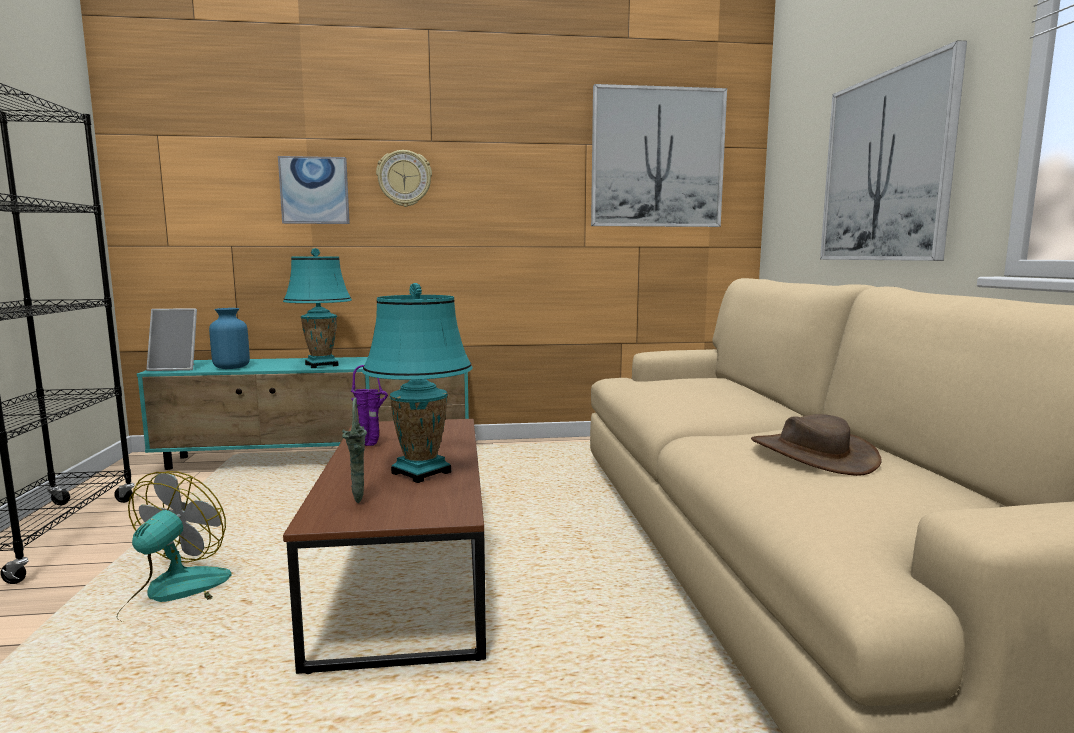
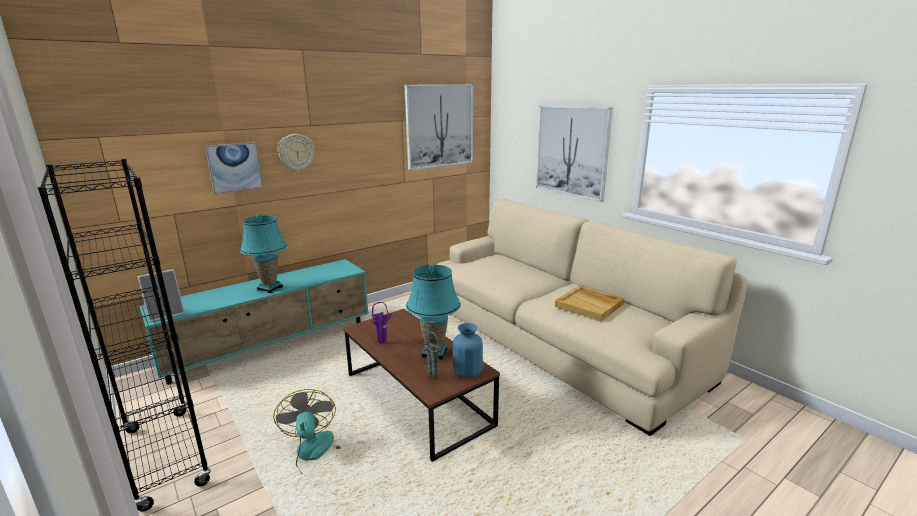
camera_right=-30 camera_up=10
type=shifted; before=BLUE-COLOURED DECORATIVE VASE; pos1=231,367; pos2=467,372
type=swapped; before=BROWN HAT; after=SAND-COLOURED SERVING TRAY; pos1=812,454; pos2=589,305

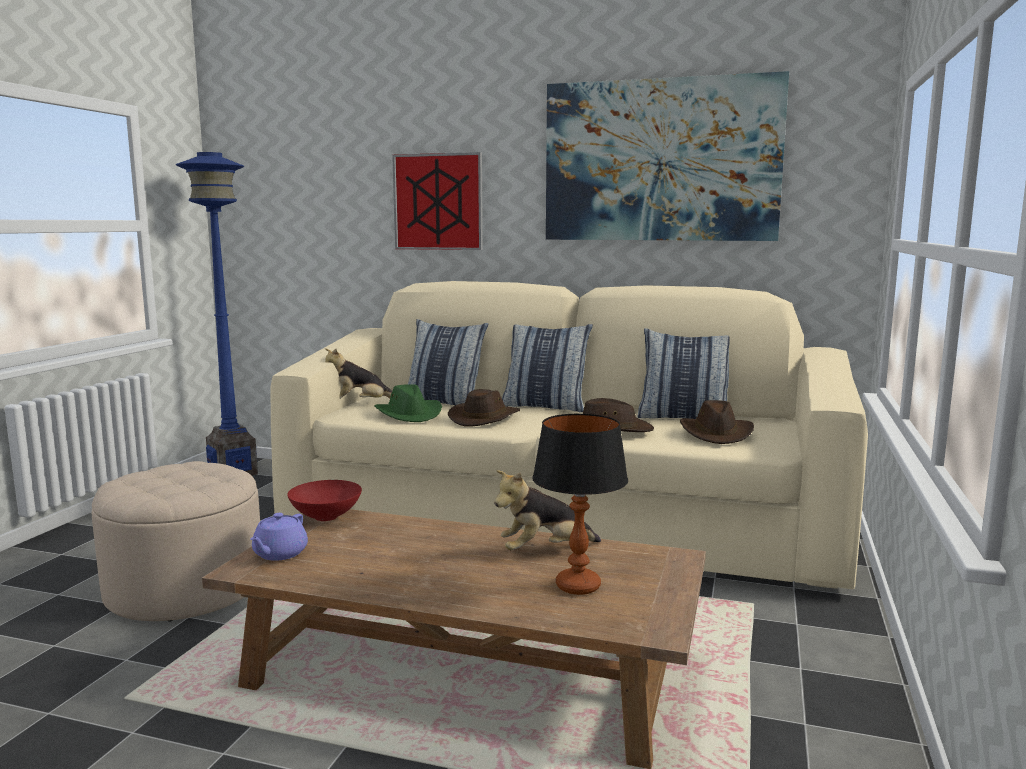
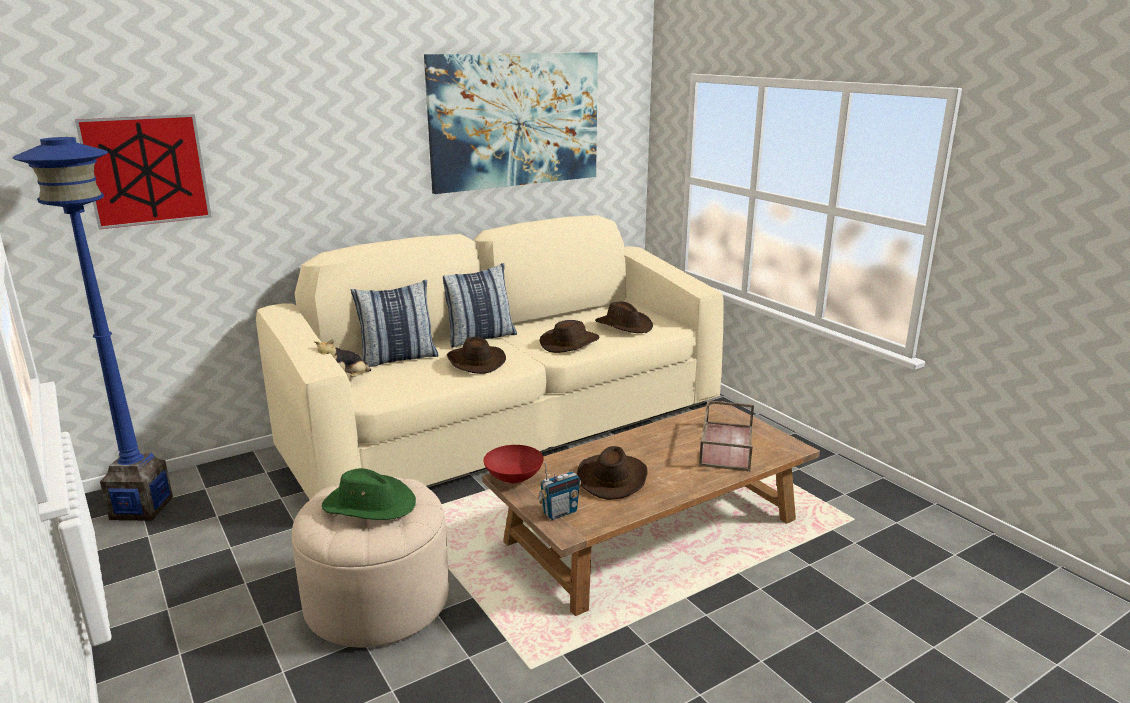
camera_right=-50 camera_up=10
type=swapped; before=PURPLISH TEAPOT; after=RADIO; pos1=279,554; pos2=560,512
type=shifted; before=GREEN HAT; pos1=409,414; pos2=369,504
type=shifted; before=PICTURE; pos1=438,202; pos2=146,170
type=gone; before=SOFT TOY; pos1=544,551
type=swapped; before=TABLETOP LAMP; after=BROWN SERVING TRAY; pos1=578,586; pos2=725,445
type=gone; before=PILLOW; pos1=684,417
type=new; after=BROWN HAT; pos2=612,478

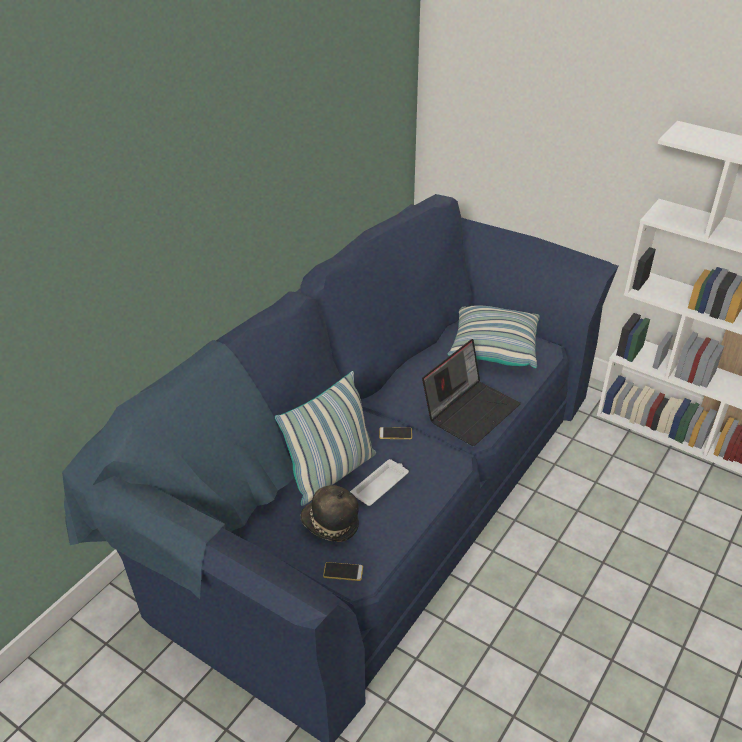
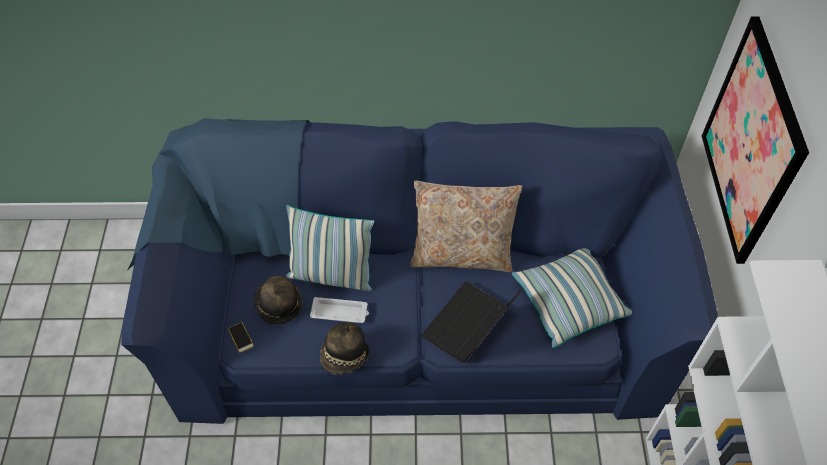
camera_right=55 camera_up=15
type=gone; before=HANDSET; pos1=395,433
type=rotated; before=LAPTOP; pos1=470,410; pos2=469,327; turn=120
type=new; after=HAT; pos2=345,356
type=new; after=SAND-COLOURED PILLOW; pos2=462,254
type=new; after=PICTURE; pos2=751,143

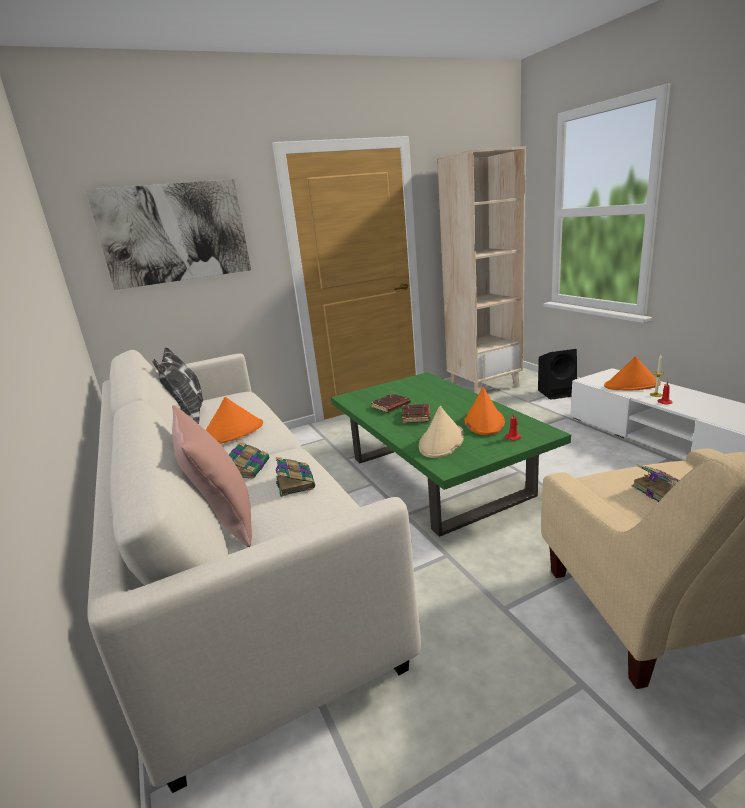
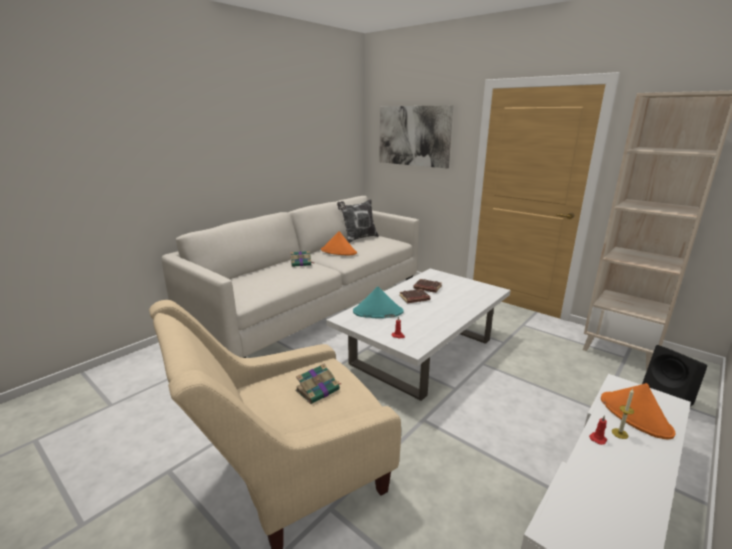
camera_right=65 camera_up=0
type=gone; before=PINK-COLOURED PILLOW; pos1=223,520
type=gone; before=BOUND BOOK; pos1=295,482
type=repainted; before=GREEN COFFEE TABLE; after=WHITE COFFEE TABLE; pos1=435,475; pos2=422,350
type=repainted; before=SAND-COLOURED HAT; after=TURQUOISE HAT; pos1=441,442; pos2=377,312
type=gone; before=ORANGEY HAT; pos1=484,422

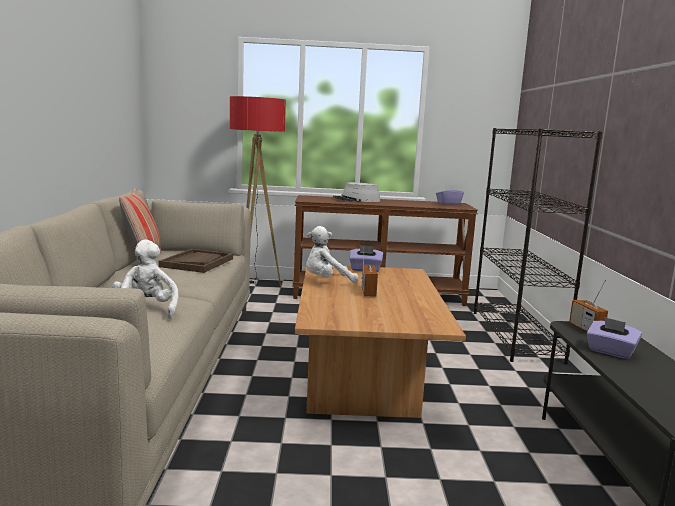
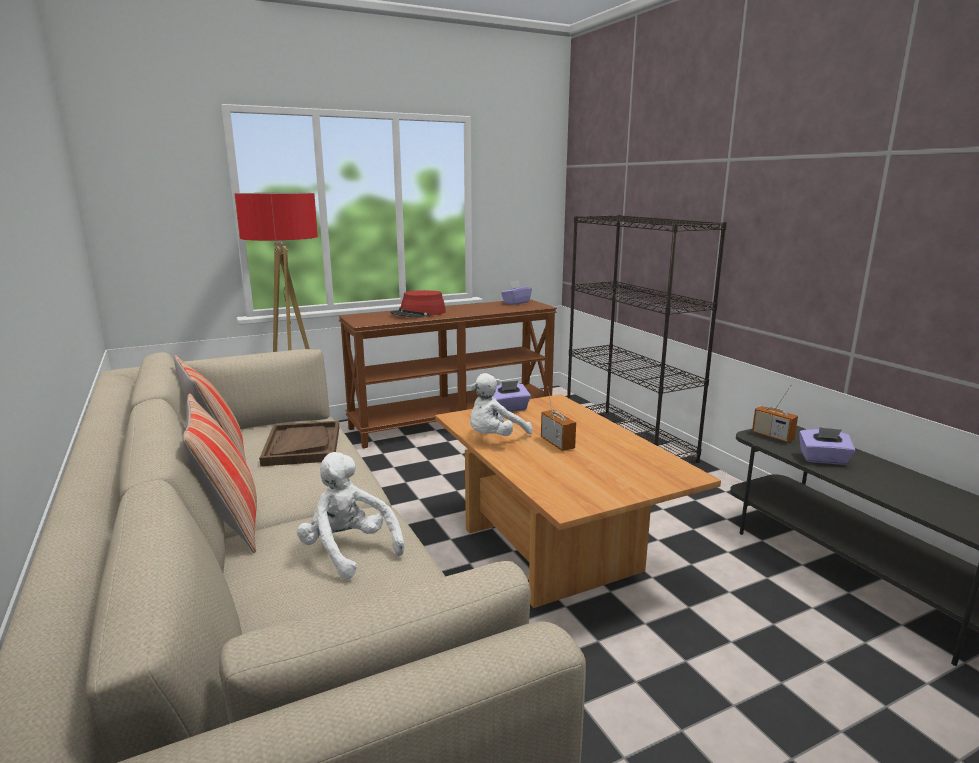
camera_right=-25 camera_up=5
type=repainted; before=GREYISH HAT; after=RED-COLOURED HAT; pos1=356,200; pos2=418,313
type=new; after=PILLOW; pos2=230,524

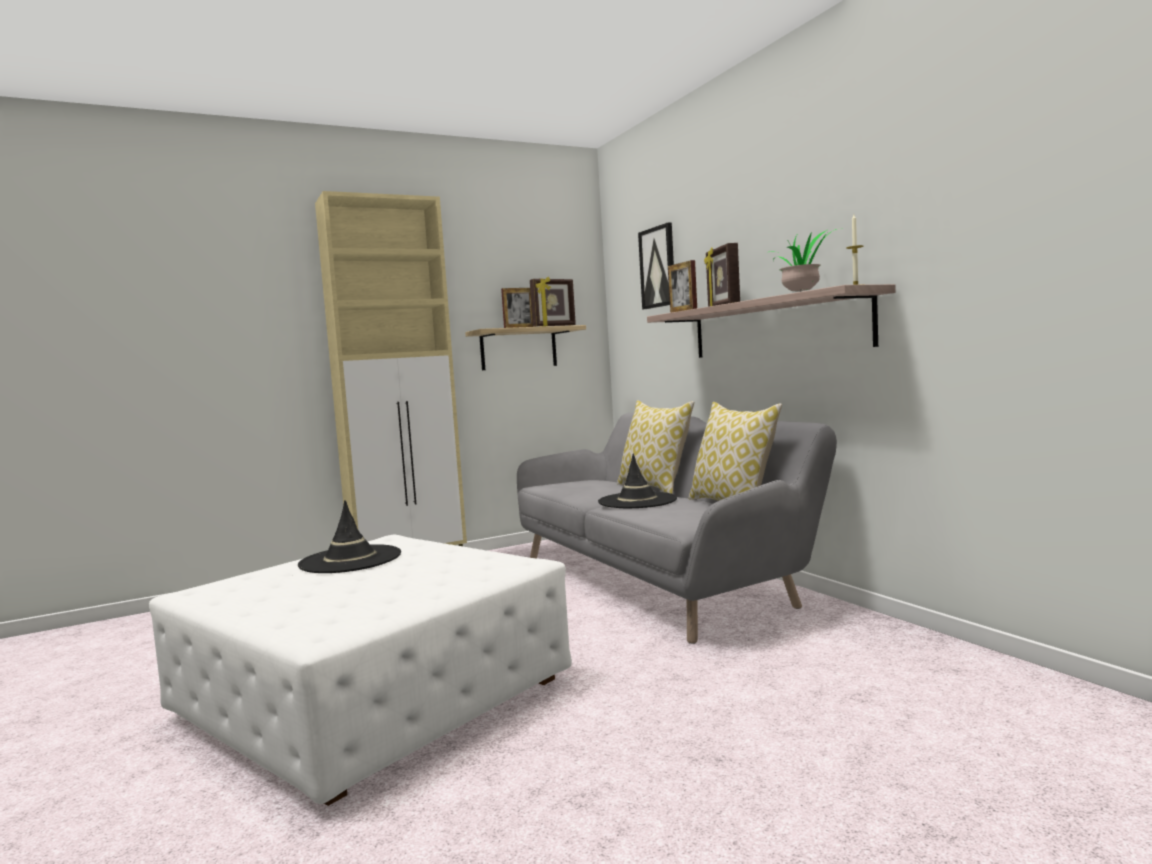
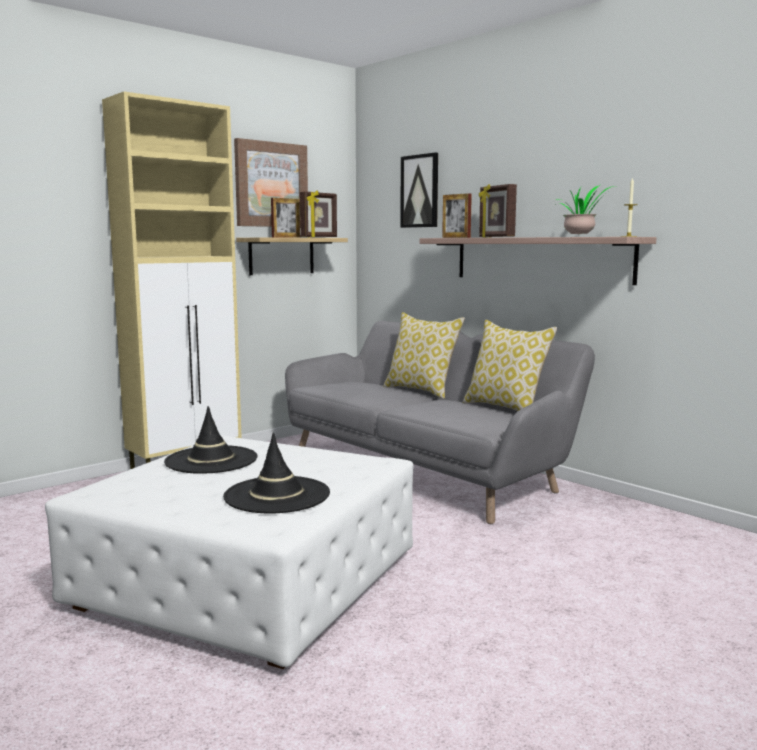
camera_right=-15 camera_up=5
type=shifted; before=BLACK-COLOURED HAT; pos1=637,501; pos2=277,495
type=new; after=PICTURE; pos2=271,185

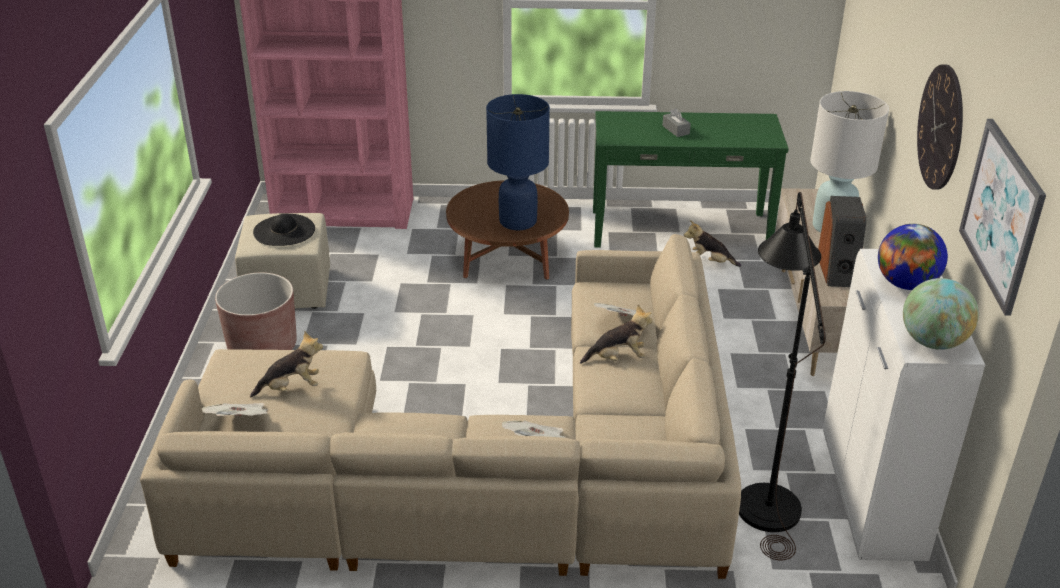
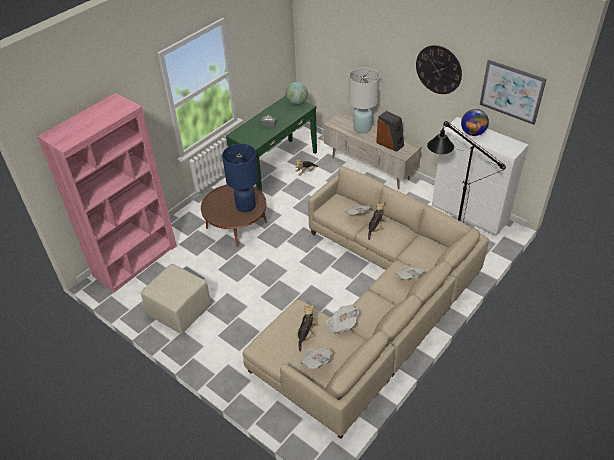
camera_right=-50 camera_up=10
type=gone; before=BROWN PLANT POT; pos1=263,348
type=gone; before=BLACK-COLOURED HAT; pos1=284,230
type=shifted; before=DESK GLOBE; pos1=933,342; pos2=297,103
type=new; after=PRINTED PAPER; pos2=341,324

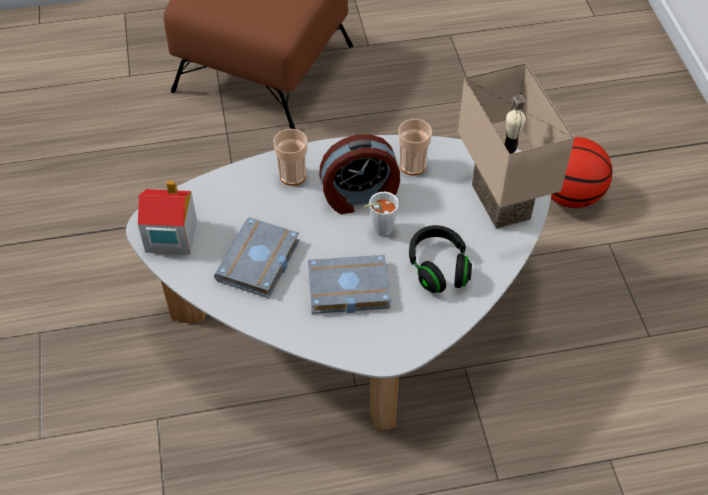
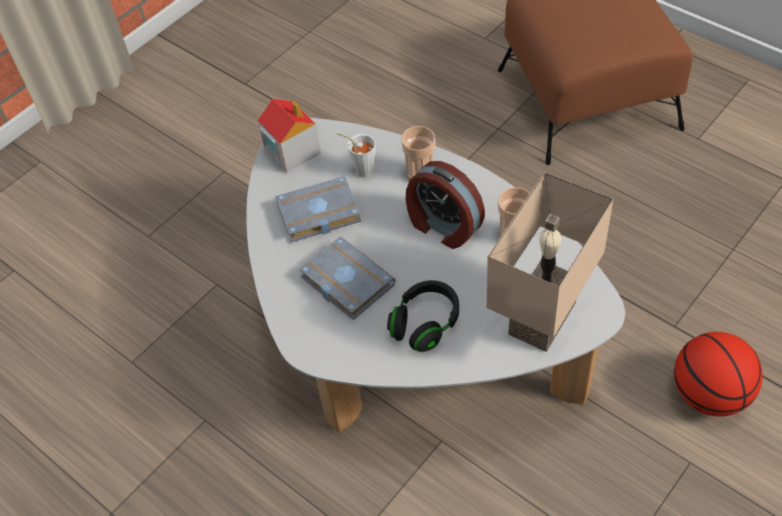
camera_right=55 camera_up=0
type=shifted; before=WHITE CUP; pos1=378,230; pos2=361,169

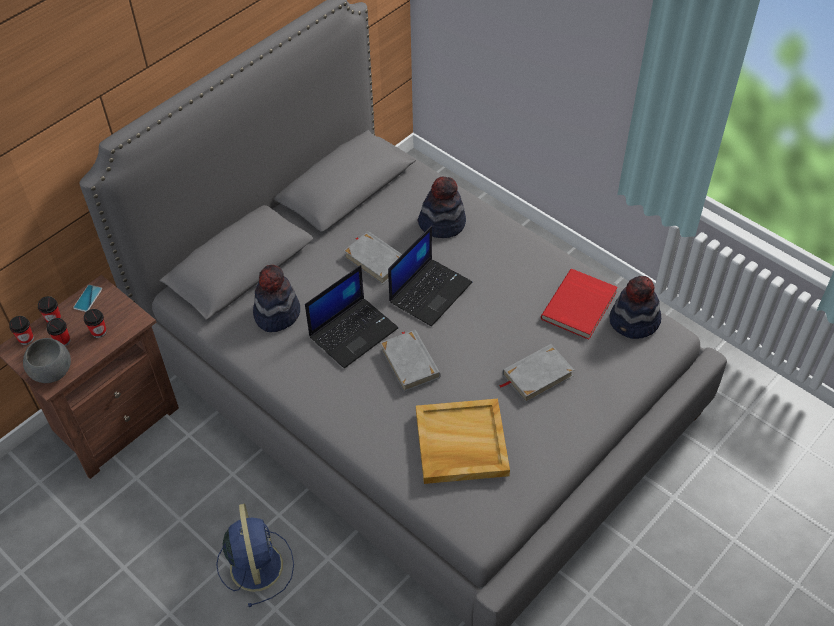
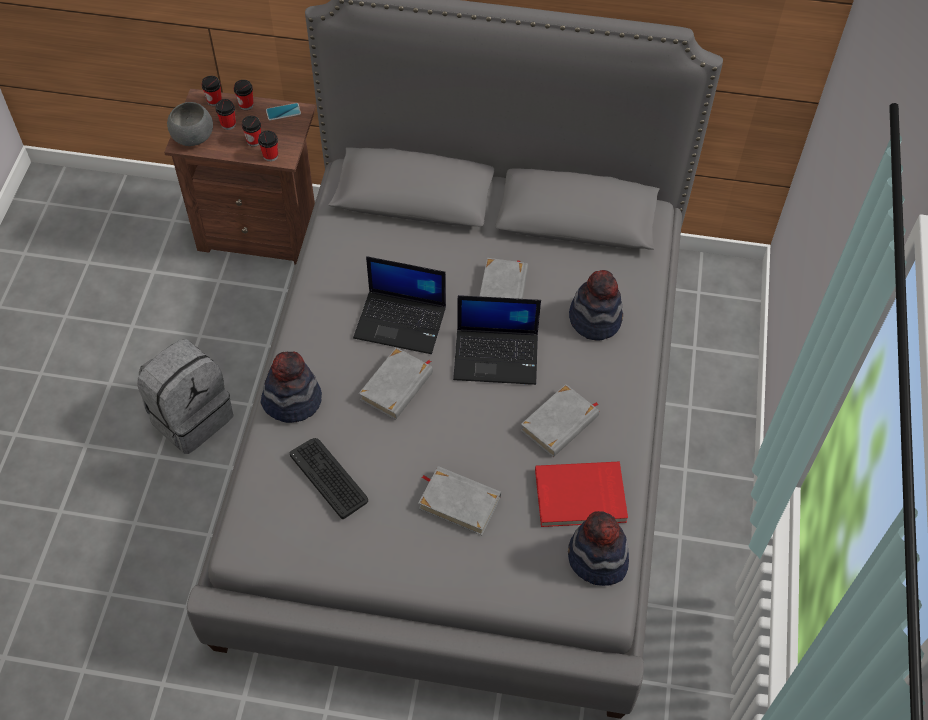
camera_right=55 camera_up=5
type=swapped; before=BLUE-COLOURED COOLING FAN; after=GREYISH KNAPSACK; pos1=256,564; pos2=190,416
type=shifted; before=HAT; pos1=276,313; pos2=292,400
type=swapped; before=SAND-COLOURED SERVING TRAY; after=KEYBOARD; pos1=460,444; pos2=329,477
type=new; after=CUP; pos2=270,156
type=new; after=GREYISH BOUND BOOK; pos2=560,423

